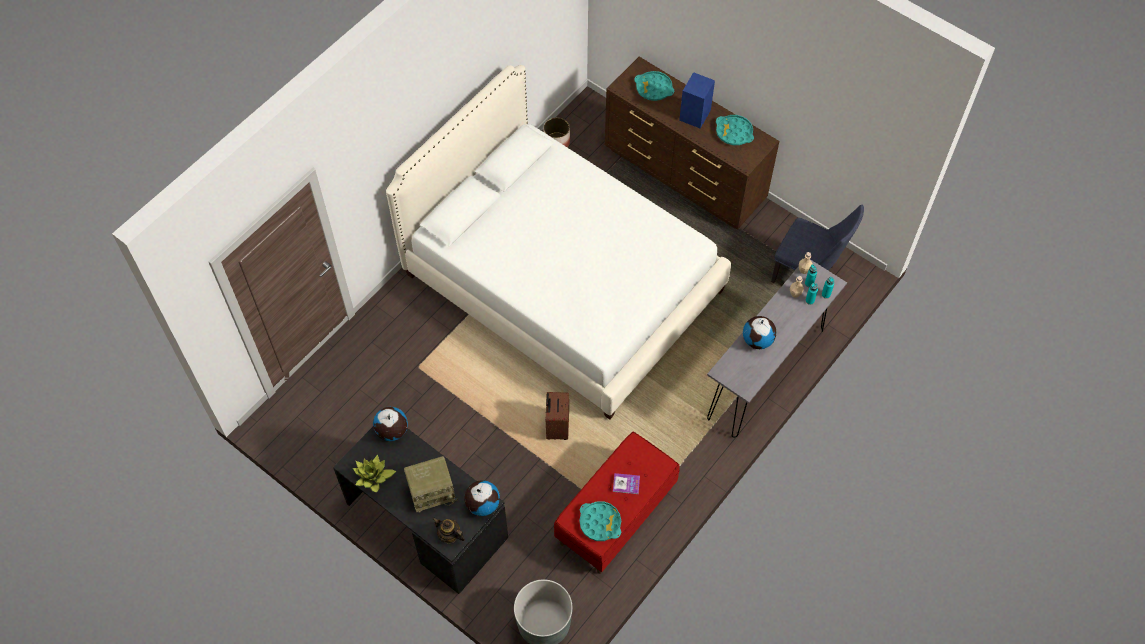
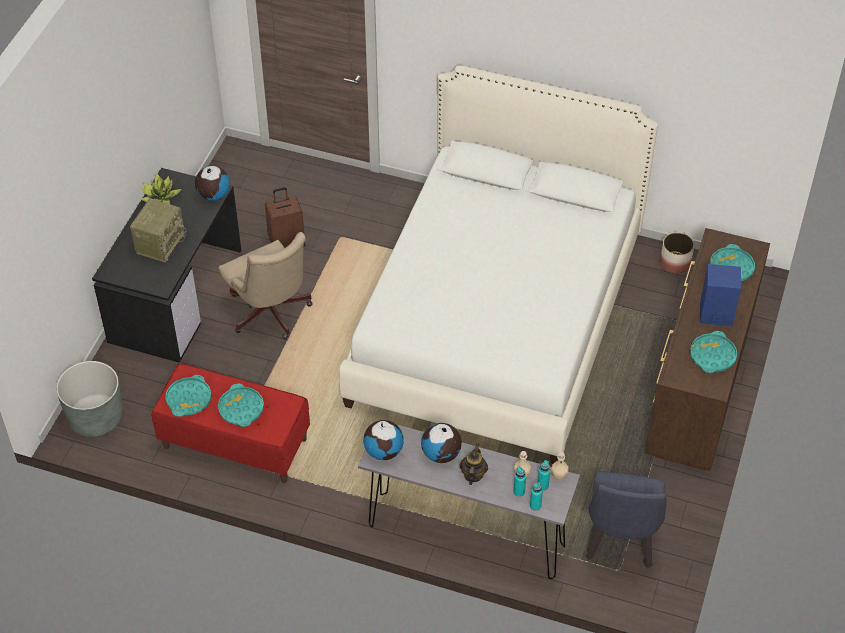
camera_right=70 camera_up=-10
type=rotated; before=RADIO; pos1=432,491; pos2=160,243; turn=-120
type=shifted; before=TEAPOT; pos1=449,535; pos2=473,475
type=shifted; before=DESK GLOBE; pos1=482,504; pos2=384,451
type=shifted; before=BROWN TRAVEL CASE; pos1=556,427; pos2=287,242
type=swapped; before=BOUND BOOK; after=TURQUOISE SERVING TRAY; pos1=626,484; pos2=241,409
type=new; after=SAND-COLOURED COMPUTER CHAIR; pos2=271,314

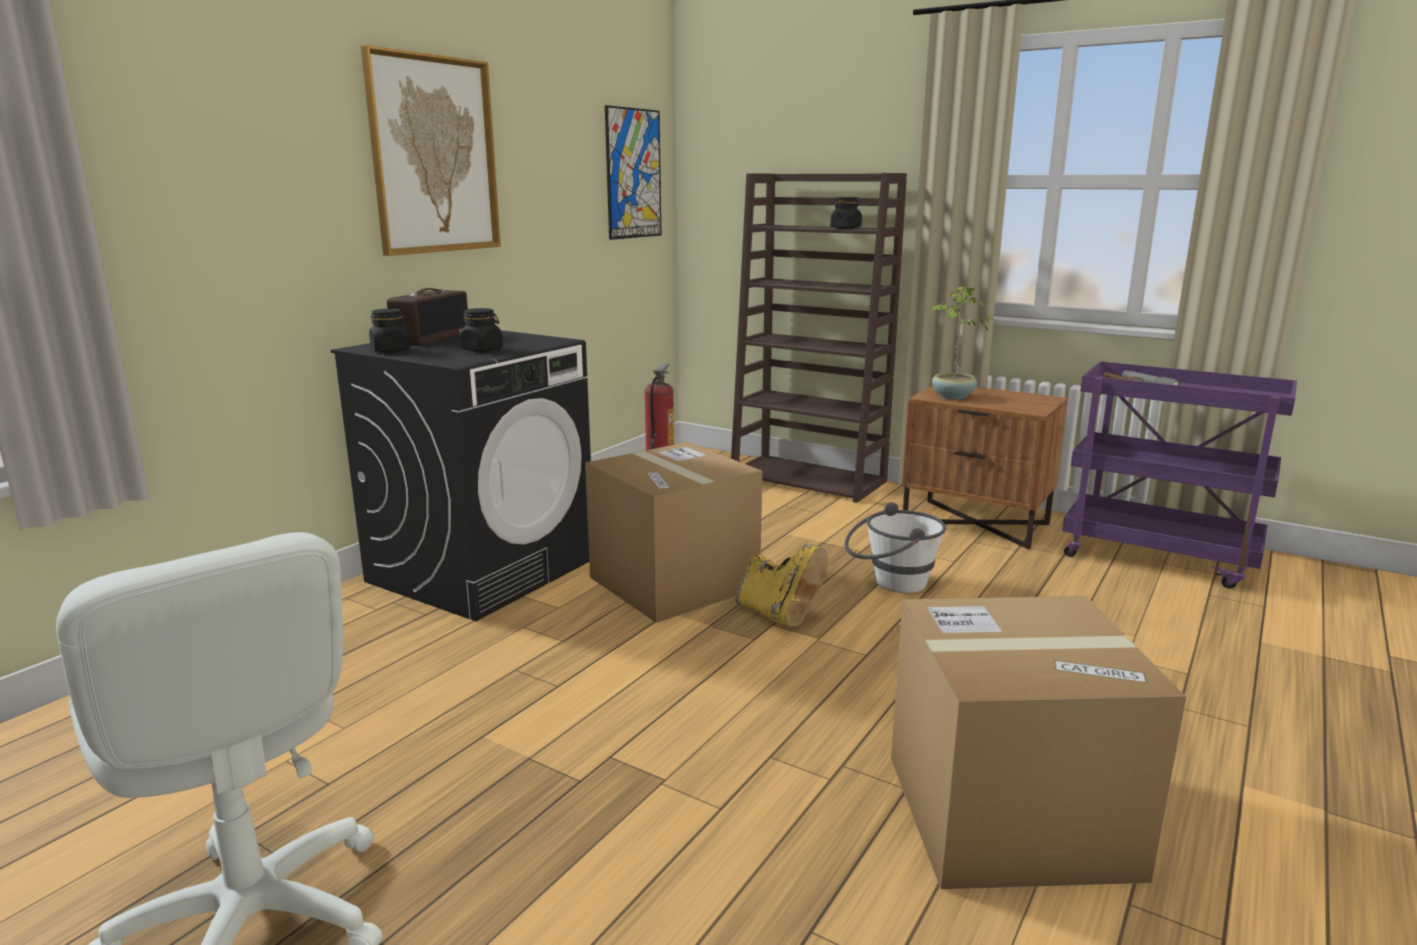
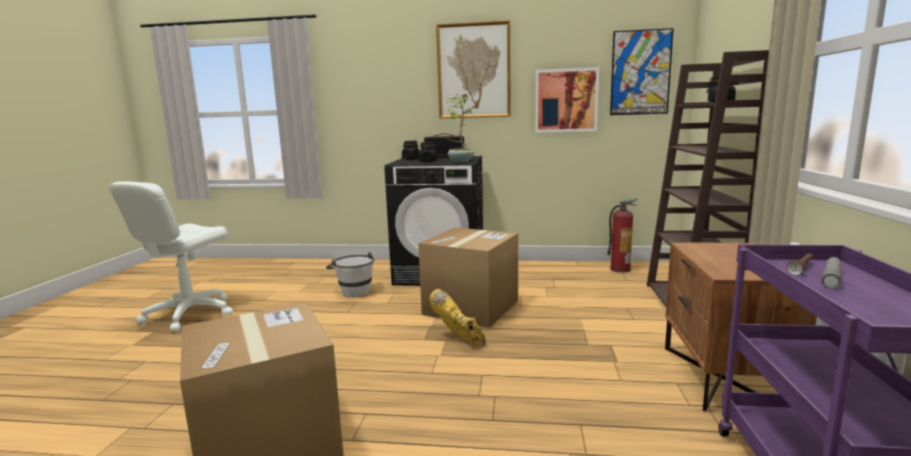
camera_right=65 camera_up=-5
type=rotated; before=YELLOW BOOT; pos1=778,615; pos2=459,339; turn=120
type=shifted; before=WHITE PAIL; pos1=891,583; pos2=353,291
type=shifted; before=PLANT IN A POT; pos1=952,397; pos2=460,161
type=new; after=PICTURE; pos2=566,100

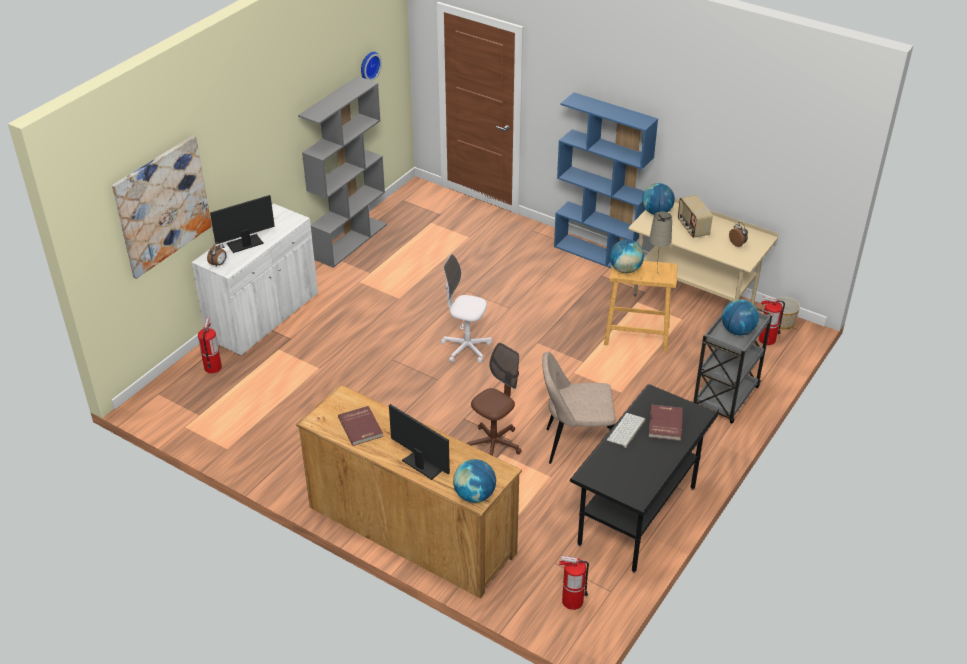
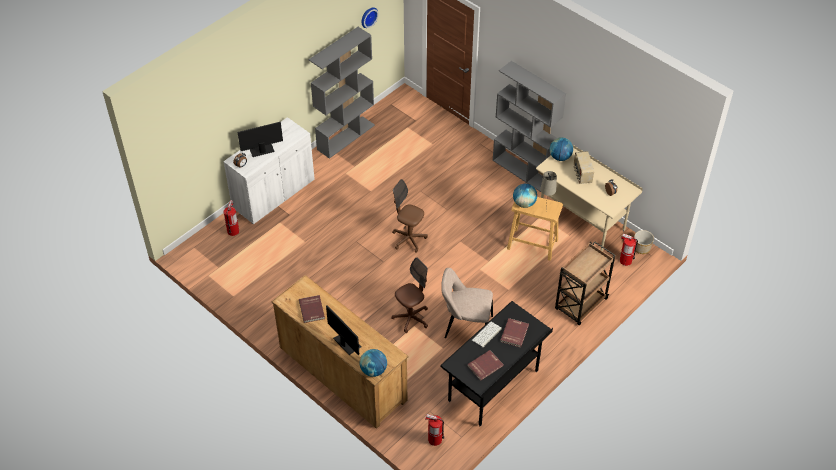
camera_right=10 camera_up=10
type=gone; before=PICTURE; pos1=162,206
type=repainted; before=WHITE COMPUTER CHAIR; after=BROWN COMPUTER CHAIR; pos1=466,348; pos2=409,239
type=repainted; before=BLUE-COLOURED BOOKCASE; after=GREYISH BOOKCASE; pos1=598,255; pos2=523,171
type=repainted; before=GREYISH CART; after=BROWN CART; pos1=725,398; pos2=580,305
type=gone; before=DESK GLOBE; pos1=737,331
type=new; after=RED-COLOURED BOUND BOOK; pos2=484,365

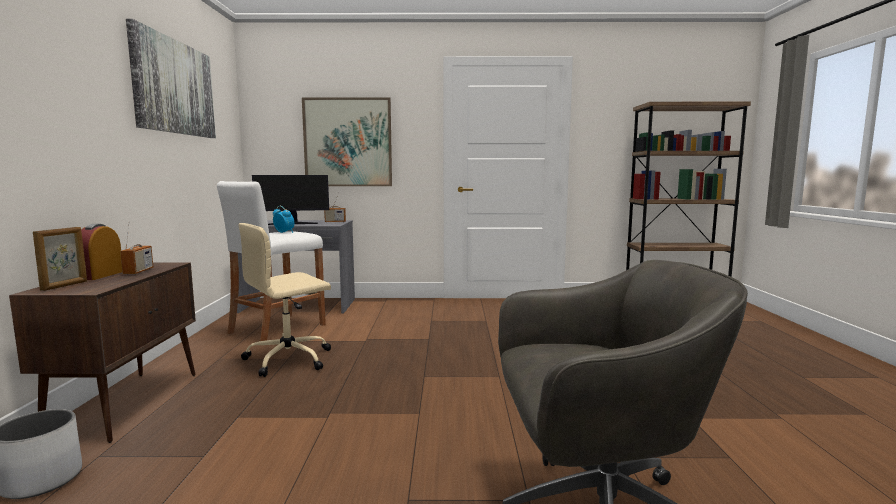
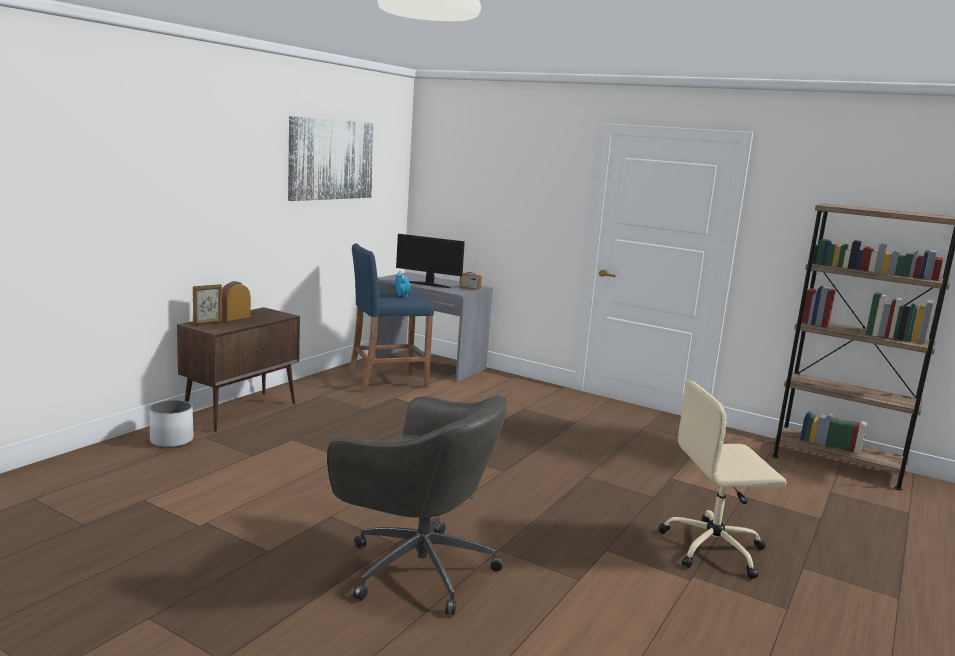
camera_right=30 camera_up=5
type=gone; before=RADIO; pos1=138,271
type=repainted; before=WHITE STOOL SEAT; after=BLUE-COLOURED STOOL SEAT; pos1=277,329; pos2=387,382
type=shifted; before=SAND-COLOURED COMPUTER CHAIR; pos1=290,359; pos2=714,548
type=gone; before=PICTURE; pos1=348,142

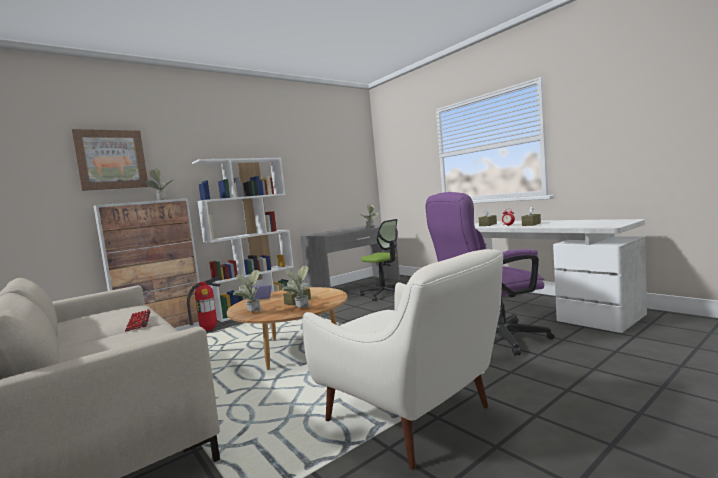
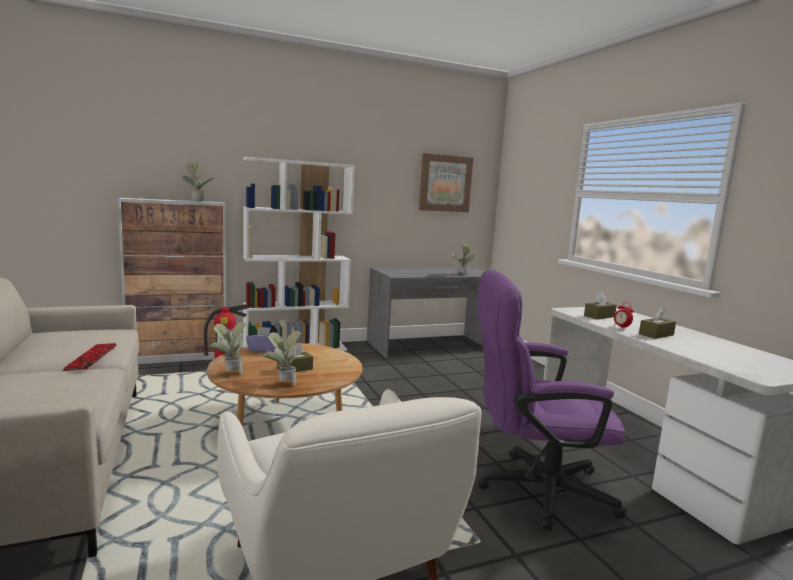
camera_right=15 camera_up=5
type=shifted; before=PICTURE; pos1=111,160; pos2=445,183
type=gone; before=COMPUTER CHAIR; pos1=384,294

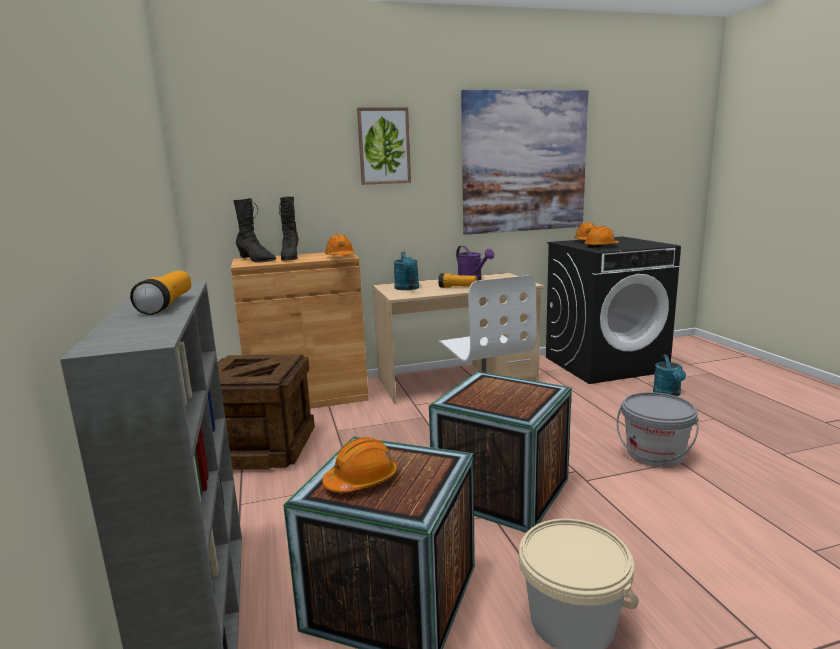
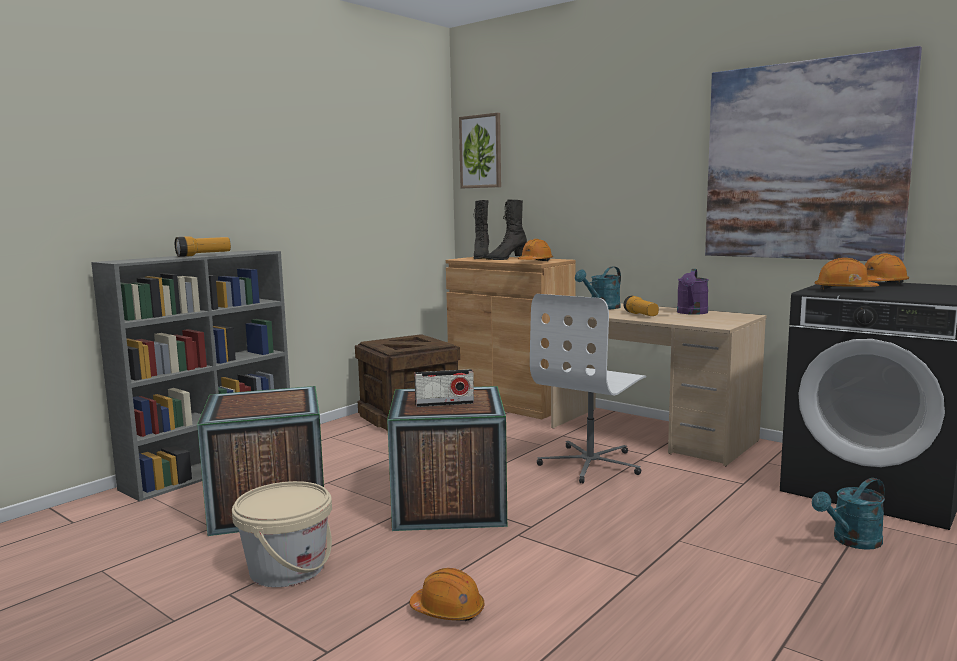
camera_right=55 camera_up=-5
type=shifted; before=ORANGEY HARD HAT; pos1=362,480; pos2=448,610
type=shifted; before=PICTURE; pos1=384,146; pos2=481,151
type=gone; before=GREYISH PAIL; pos1=654,454
type=new; after=RADIO; pos2=444,404

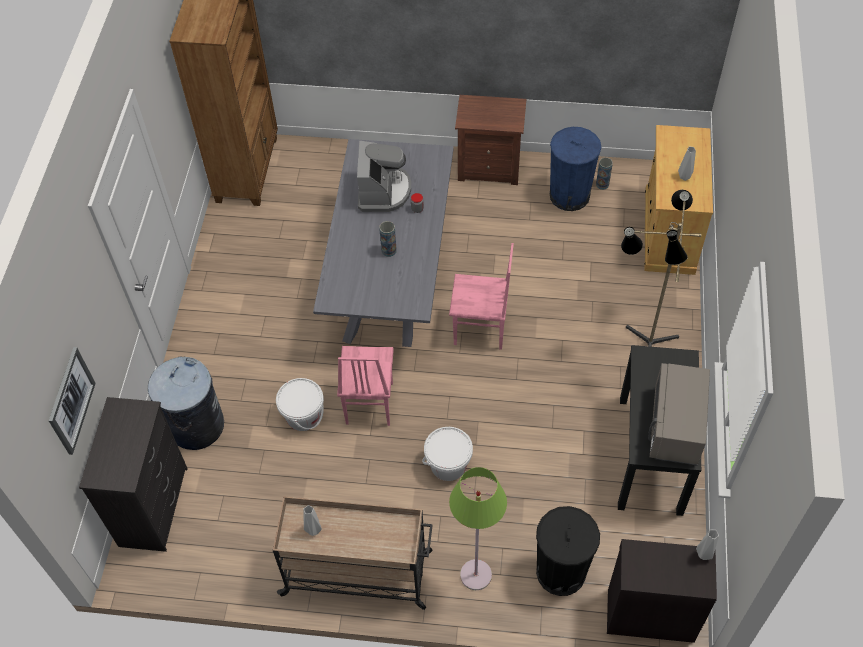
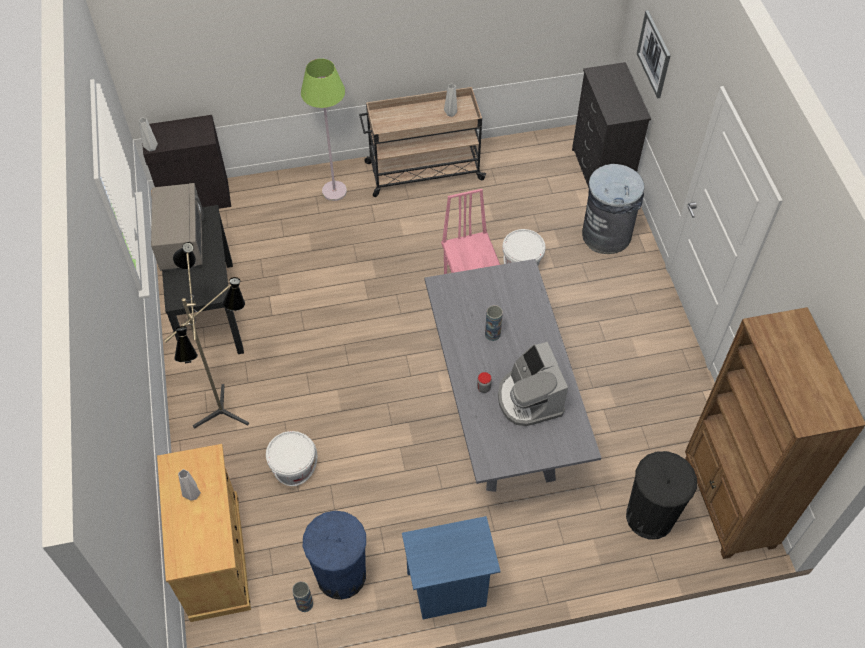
camera_right=160 camera_up=0
type=shifted; before=WHITE PAIL; pos1=448,464; pos2=294,468
type=gone; before=PINK-COLOURED PLAIN CHAIR; pos1=480,330
type=repainted; before=BROWN NIGHTSTAND; after=BLUE-COLOURED NIGHTSTAND; pos1=490,167; pos2=448,589
type=shifted; before=BLACK-COLOURED TRASH CAN; pos1=561,572; pos2=650,517

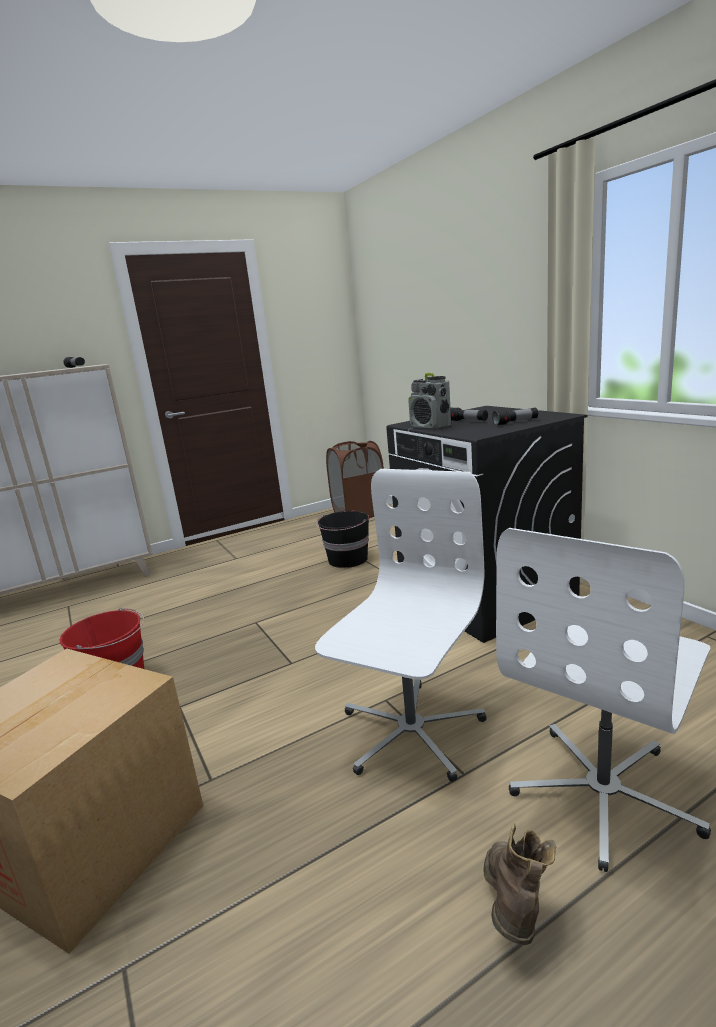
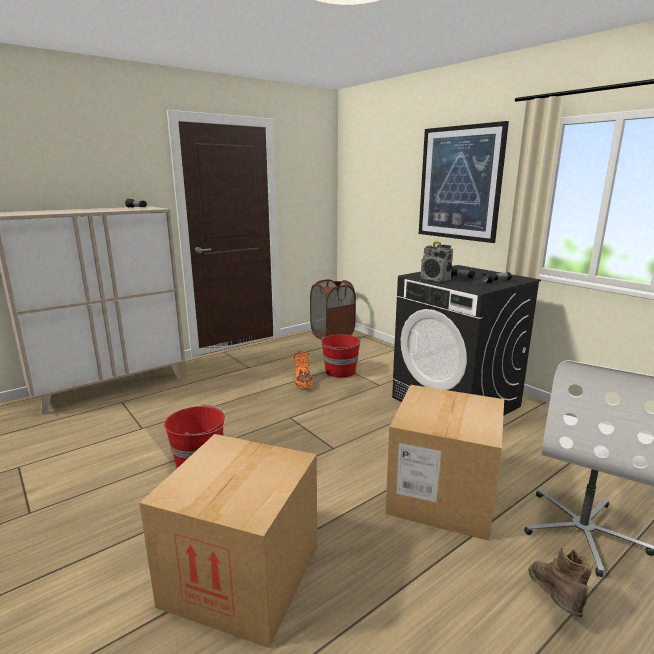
camera_right=-10 camera_up=0
type=swapped; before=WHITE COMPUTER CHAIR; after=CARTON; pos1=410,732; pos2=442,495
type=repainted; before=BLACK-COLOURED PAIL; after=RED-COLOURED PAIL; pos1=347,560; pos2=340,372
type=new; after=ORANGEY BOOT; pos2=303,381
type=new; after=PICTURE; pos2=459,183

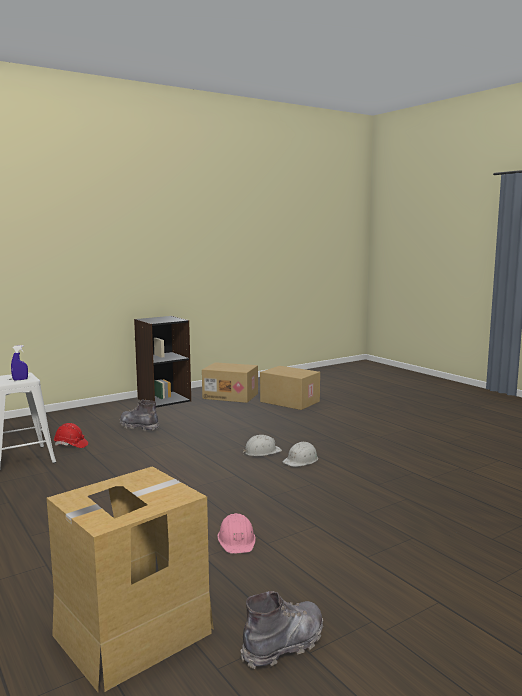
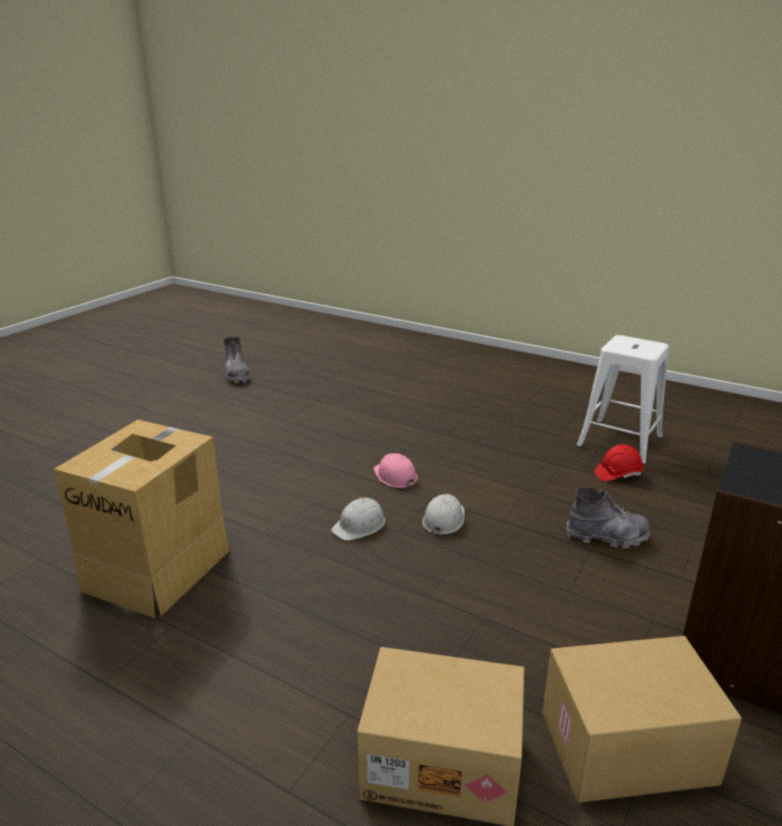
camera_right=155 camera_up=15
type=gone; before=BLUE-COLOURED SPRAY BOTTLE; pos1=20,379
type=shifted; before=CARTON; pos1=132,632; pos2=158,568
type=shifted; before=PINK-COLOURED HARD HAT; pos1=237,540; pos2=395,476
type=rotated; before=GREYISH BOOT; pos1=284,645; pos2=236,375; turn=-45
type=shifted; before=WHITE HARD HAT; pos1=301,460; pos2=443,519

